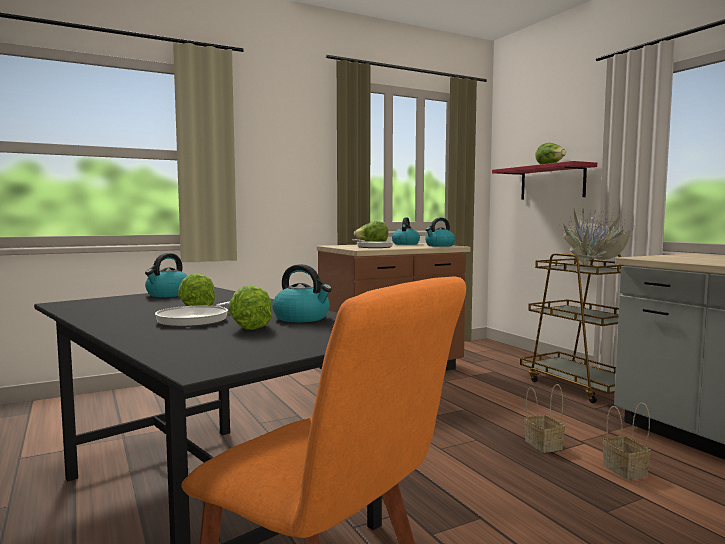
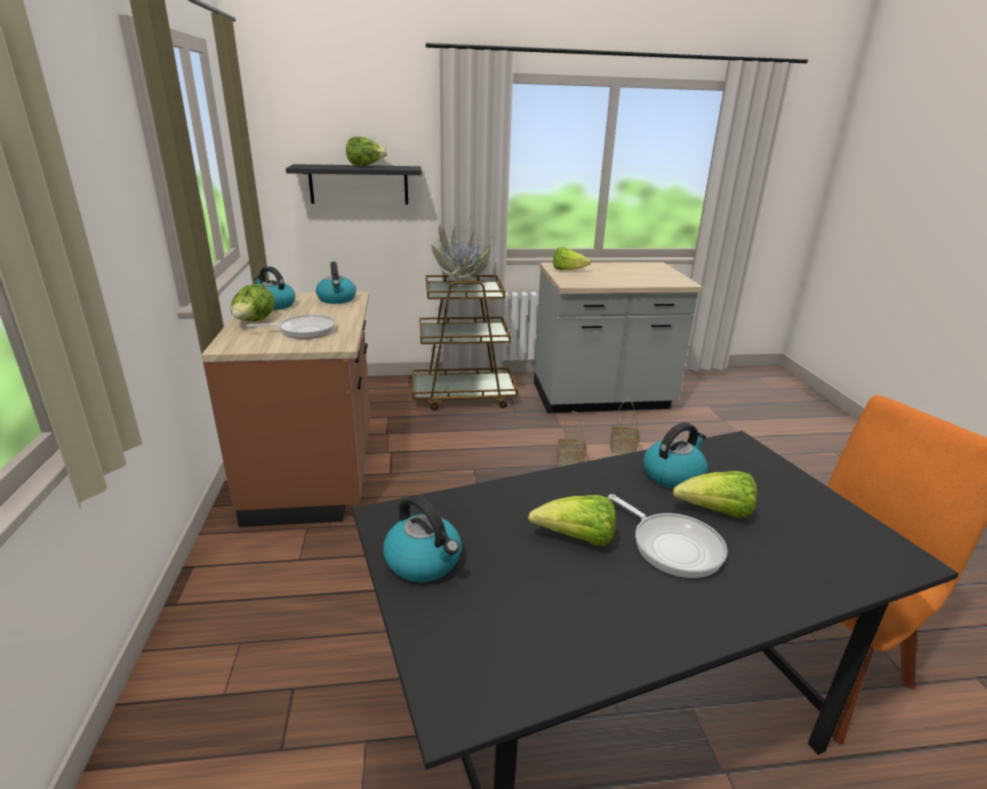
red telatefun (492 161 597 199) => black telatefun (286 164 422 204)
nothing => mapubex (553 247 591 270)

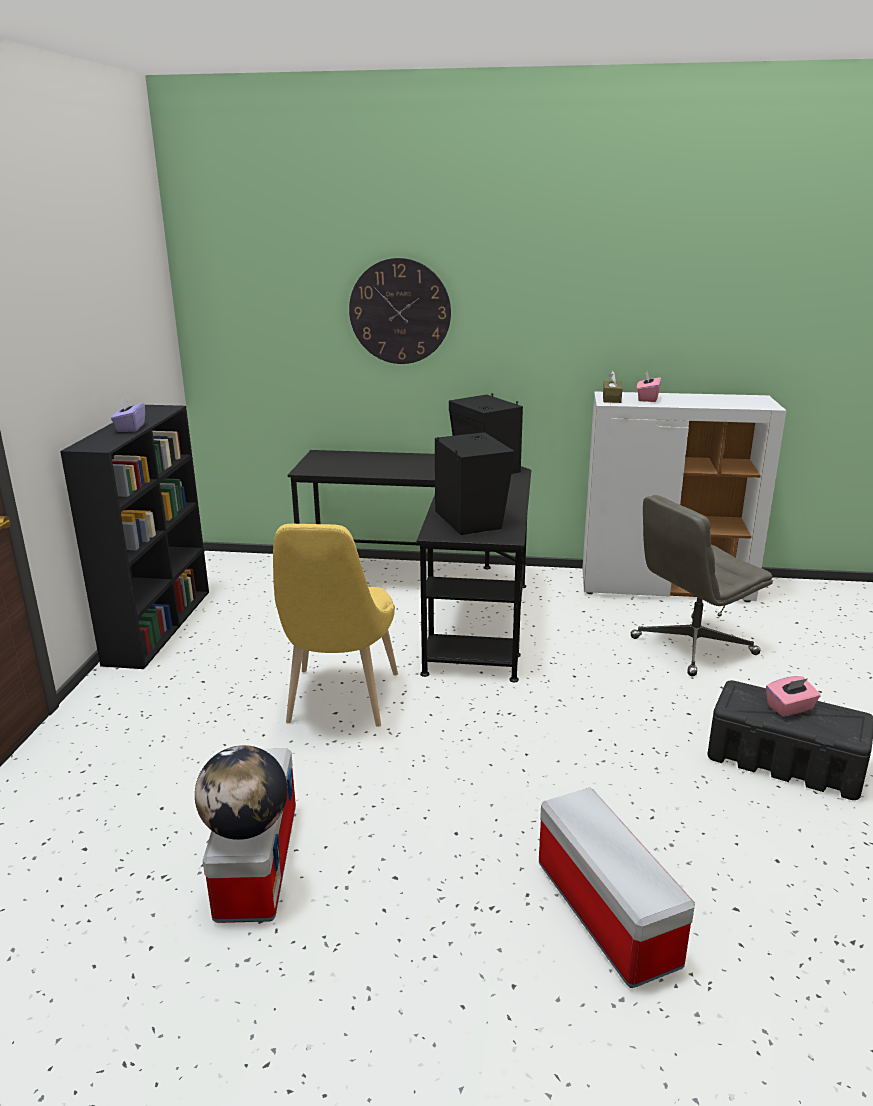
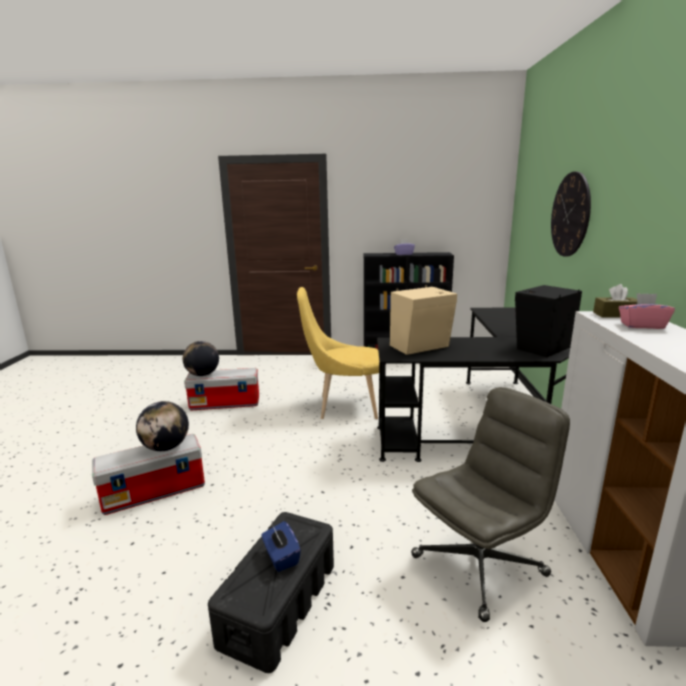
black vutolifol (435 432 514 535) => beige vutolifol (390 285 457 355)
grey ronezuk (630 495 773 676) => grey ronezuk (411 387 570 622), 90 degrees clockwise
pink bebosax (766 676 821 717) => blue bebosax (261 521 301 572)
nothing => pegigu (136 401 189 451)

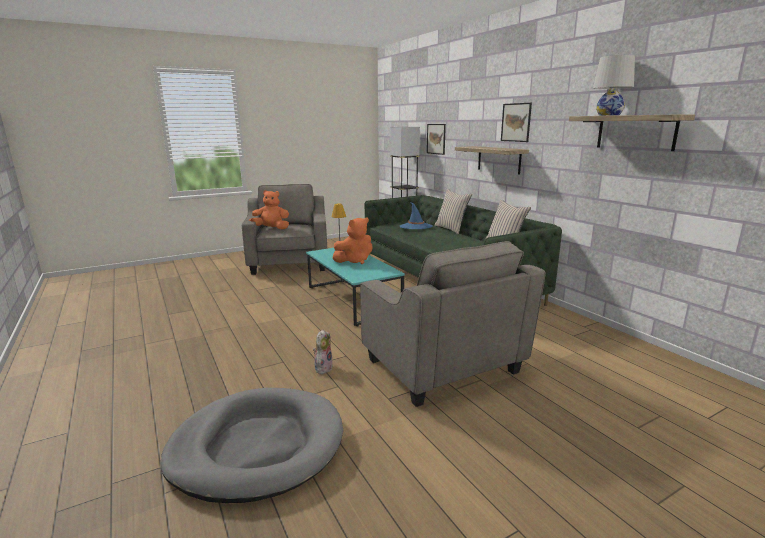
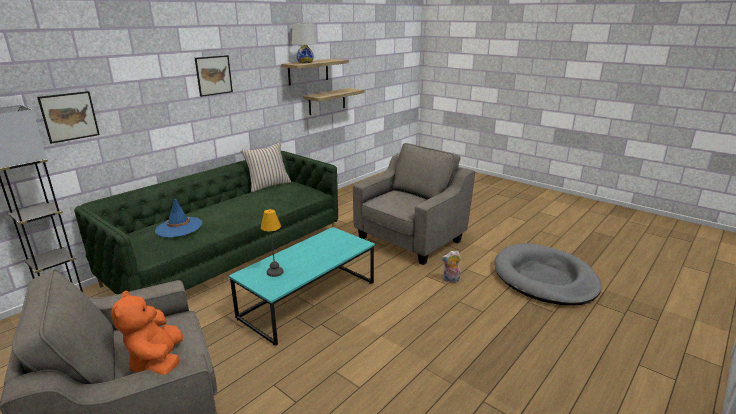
telatefun (455 146 529 175) => telatefun (303 88 365 115), moved
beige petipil (435 189 472 234) => nothing
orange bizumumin (333 217 373 264) => nothing

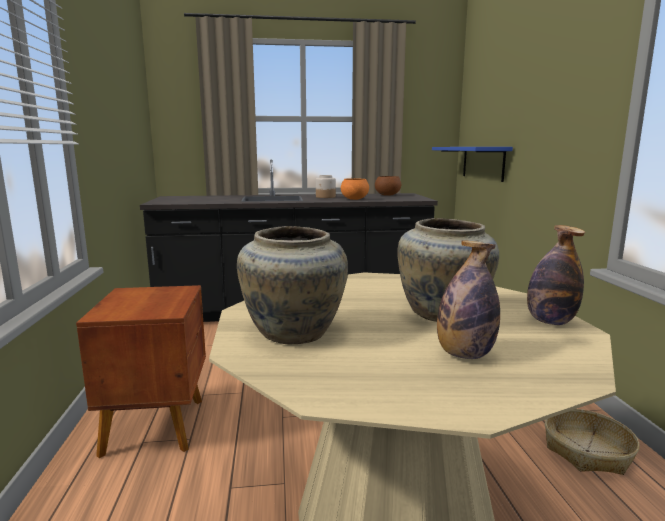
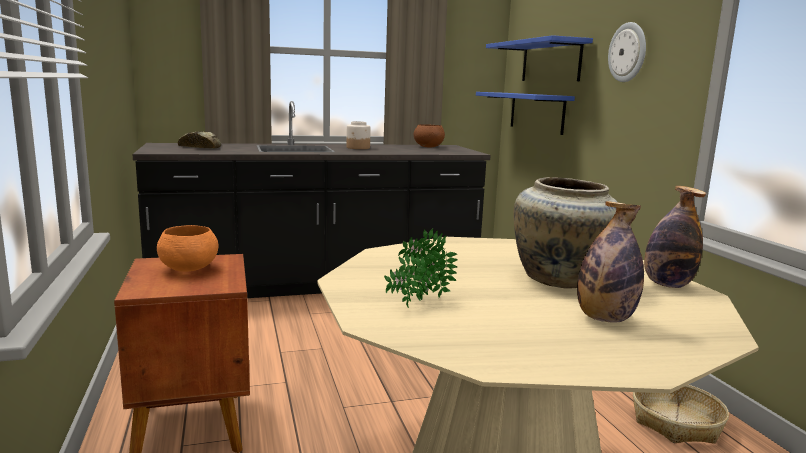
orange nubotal (341 178 369 200) => orange nubotal (157 225 218 272), moved
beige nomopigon (237 226 348 344) => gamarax (384 228 458 308)
nothing => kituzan (608 22 646 82)
nothing => blue telatefun (486 35 593 81)
nothing => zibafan (178 131 221 149)

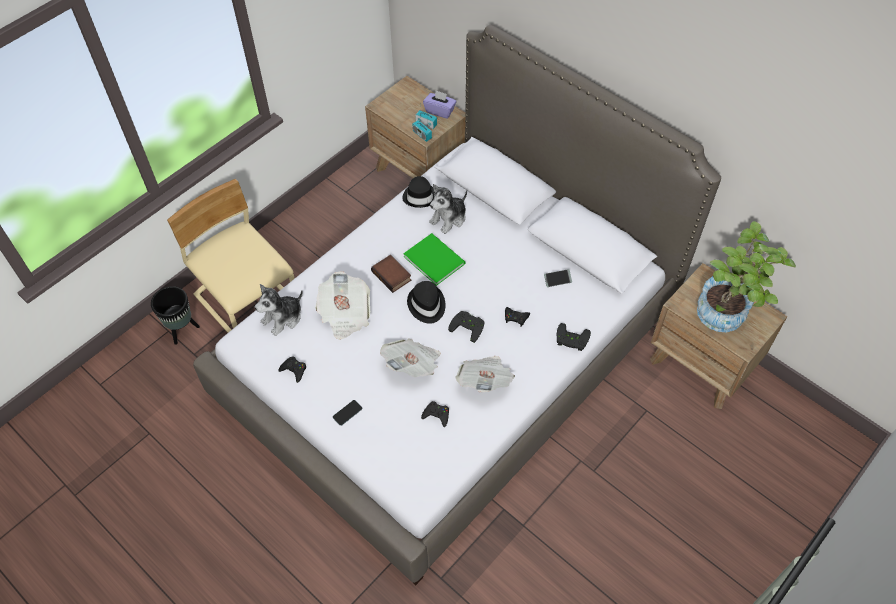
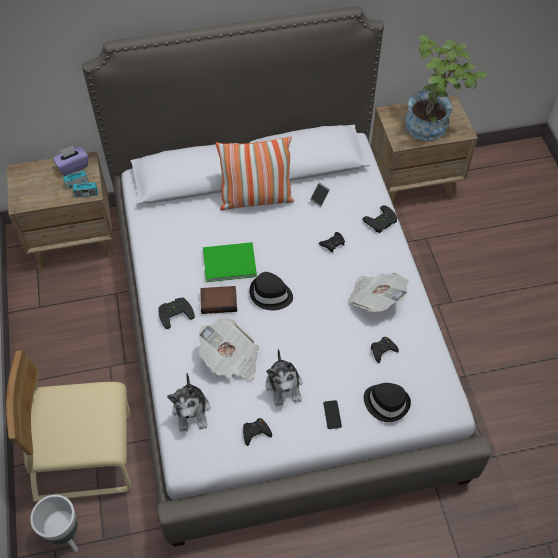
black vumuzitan (402 176 434 208) => black vumuzitan (364 383 411 422), moved
bizumumin (429 184 467 234) => bizumumin (266 349 302 406), moved
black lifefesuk (151 286 200 345) => white lifefesuk (30 495 78 552)
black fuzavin (448 311 485 343) => black fuzavin (158 297 195 329), moved
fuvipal (380 338 441 377) => nothing
nothing => petipil (215 137 294 210)

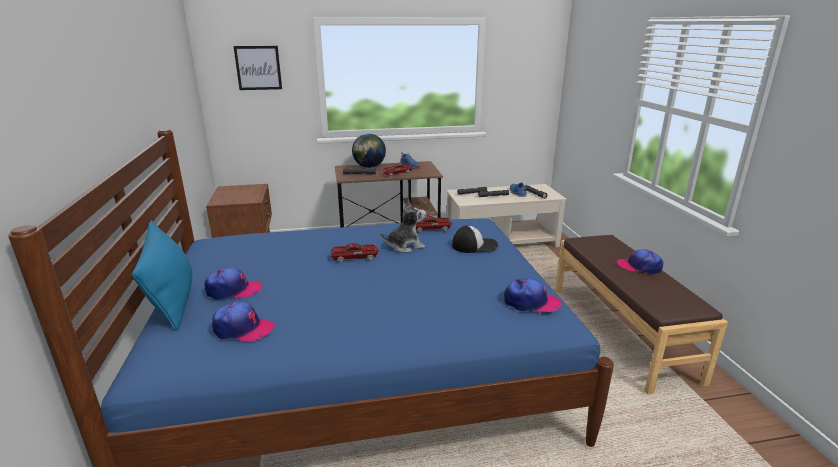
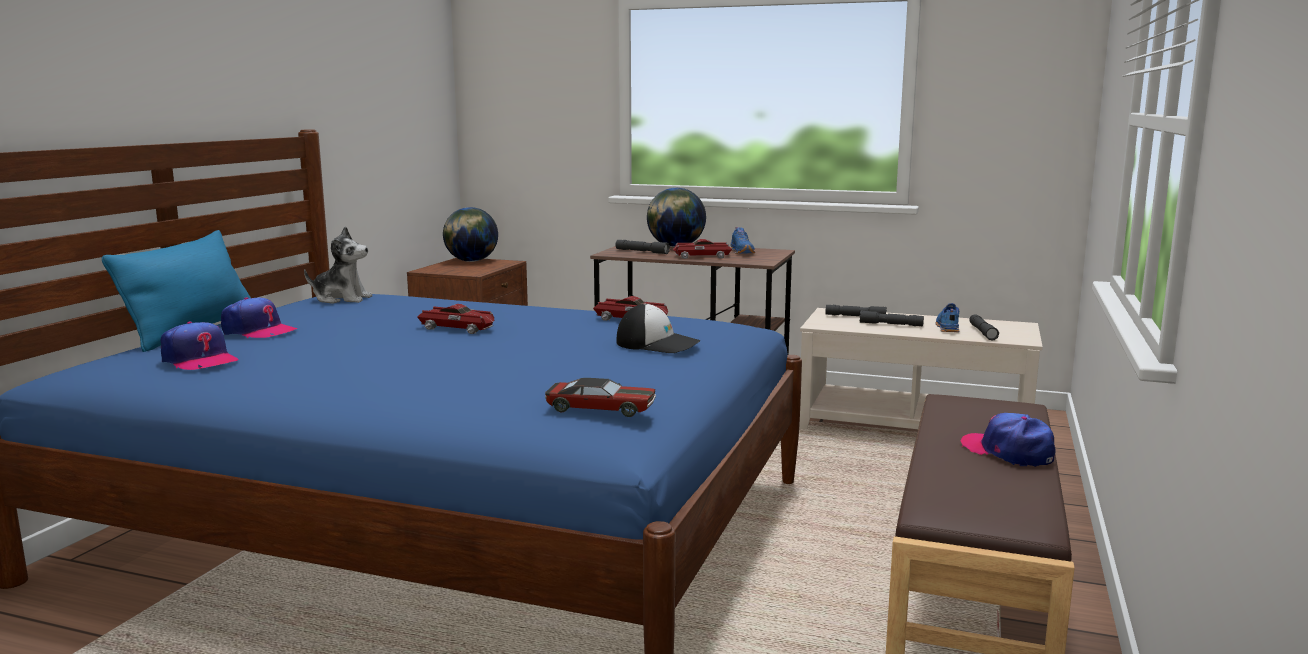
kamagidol (233 46 282 90) => nothing
bizumumin (381 199 426 253) => bizumumin (304 226 373 304), moved
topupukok (504 278 562 313) => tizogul (545 378 656 417)
nothing => pegigu (443 207 498 262)

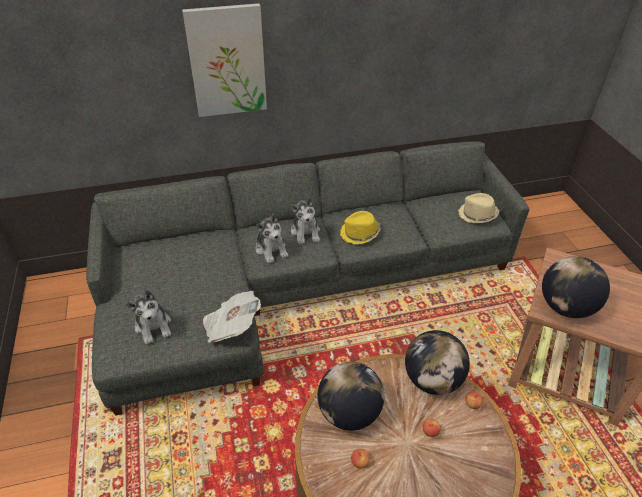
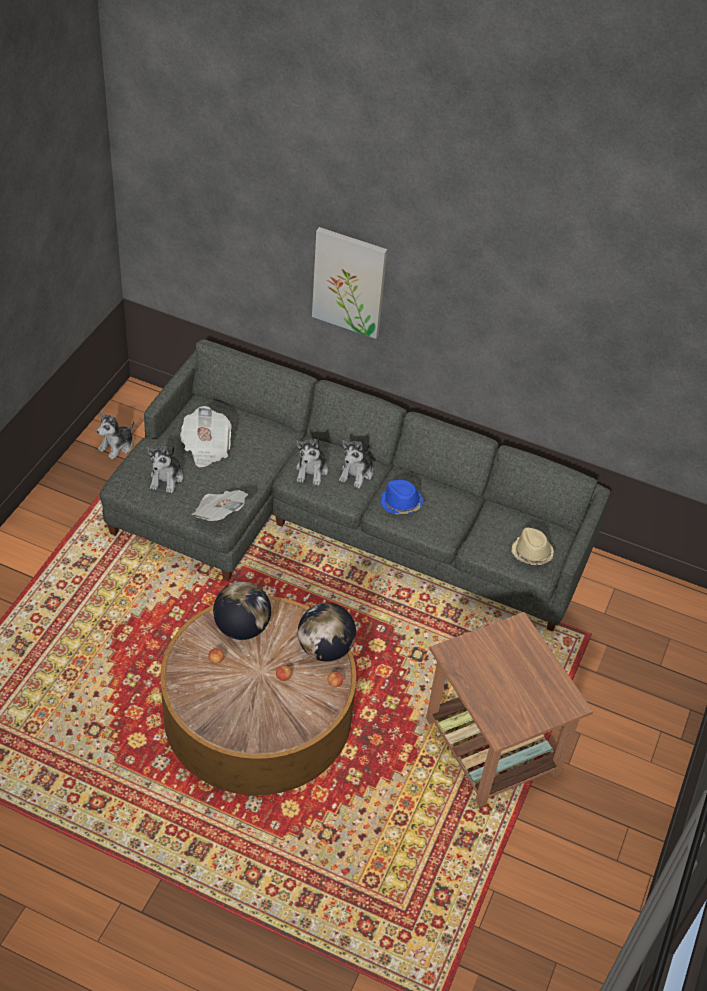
yellow vumuzitan (340 211 381 244) => blue vumuzitan (380 480 423 514)
pegigu (542 256 610 318) => nothing
nothing => fuvipal (180 406 232 468)
nothing => bizumumin (96 412 134 459)

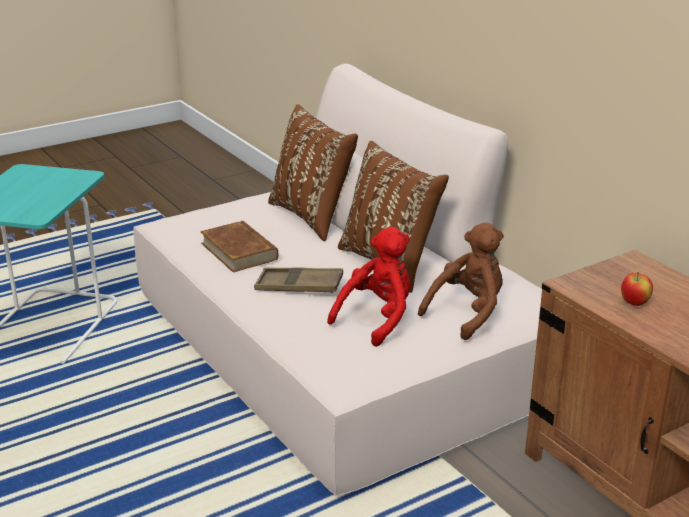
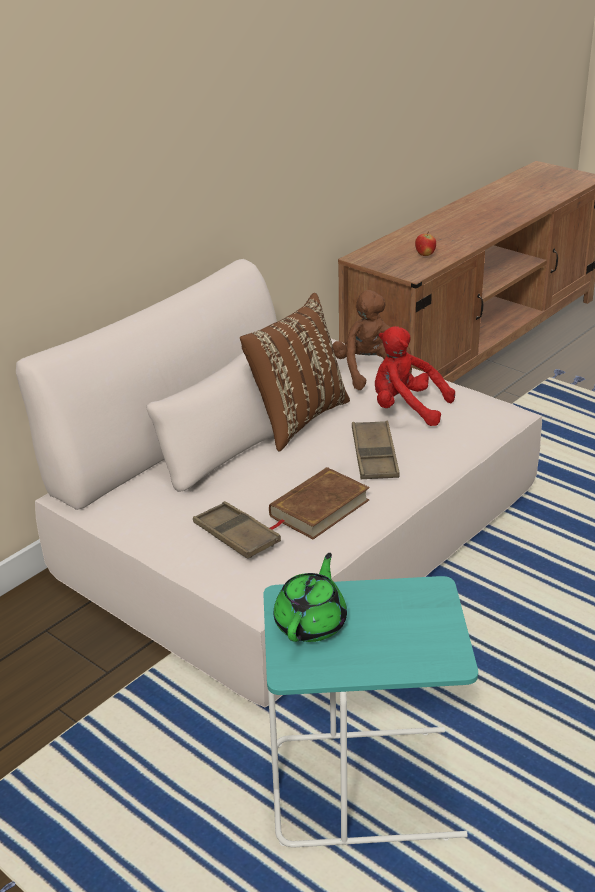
brown petipil (268 104 358 241) => nothing
brown bizumumin (418 222 504 340) => brown bizumumin (333 290 412 390), 45 degrees clockwise
nothing => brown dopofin (193 501 281 558)
nothing => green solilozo (273 553 347 642)

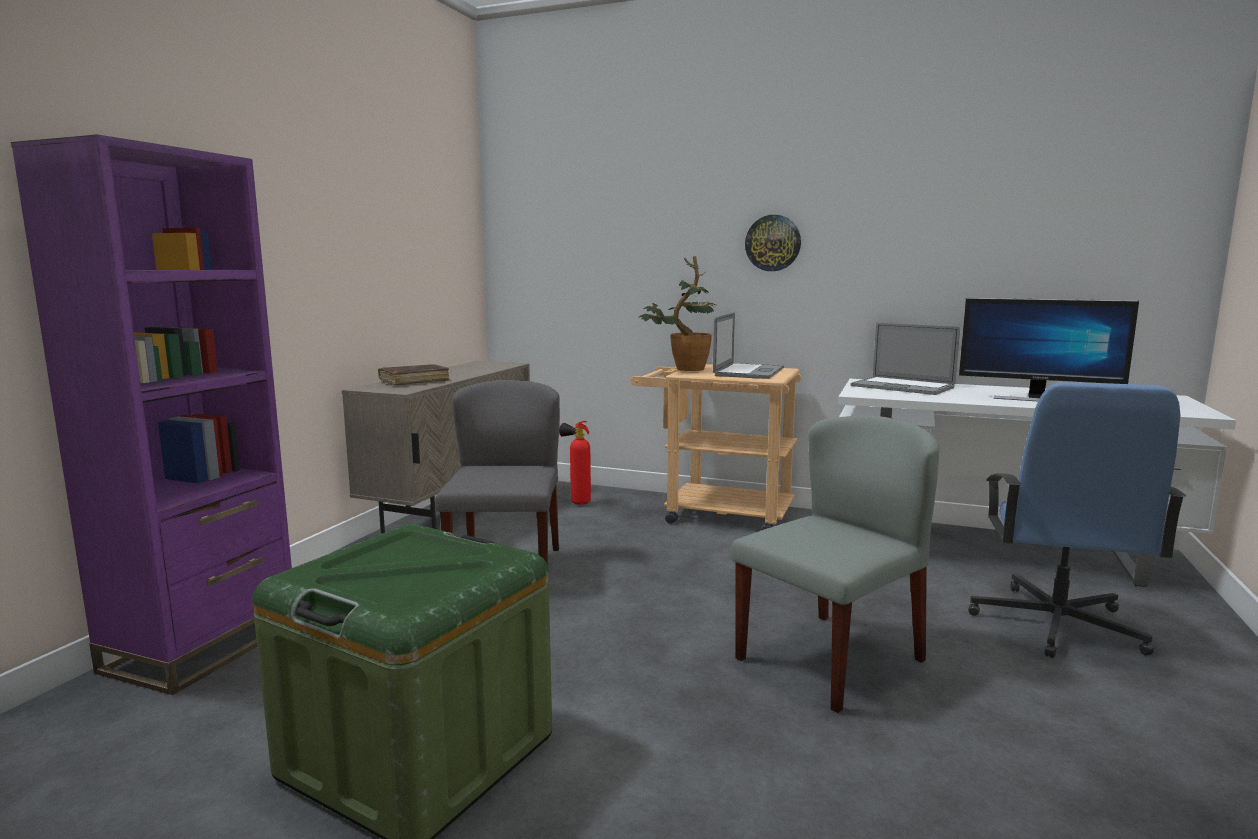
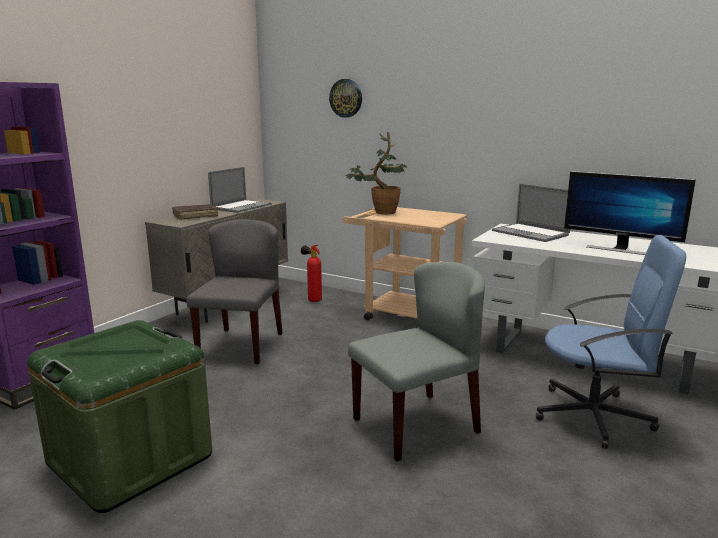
kituzan (745 215 801 271) => kituzan (329 79 362 118), moved
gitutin (713 312 784 379) => gitutin (208 167 272 213), moved
blue ronezuk (968 382 1186 658) => blue ronezuk (536 235 686 449), 105 degrees counterclockwise

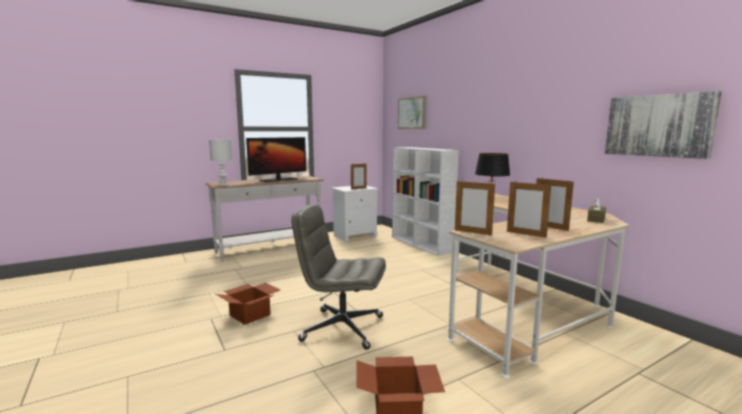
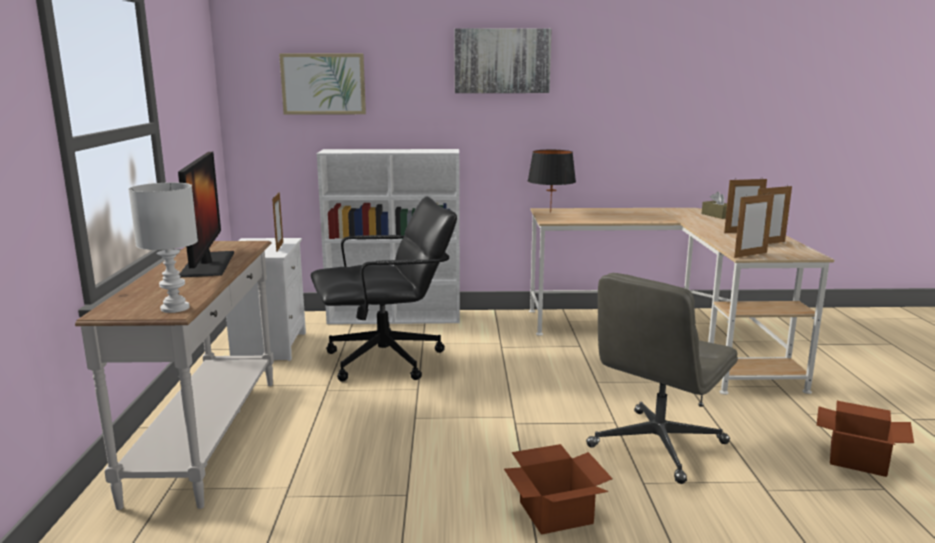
kamagidol (605 91 722 159) => kamagidol (454 28 552 93), moved
nothing => black ronezuk (311 197 457 382)

